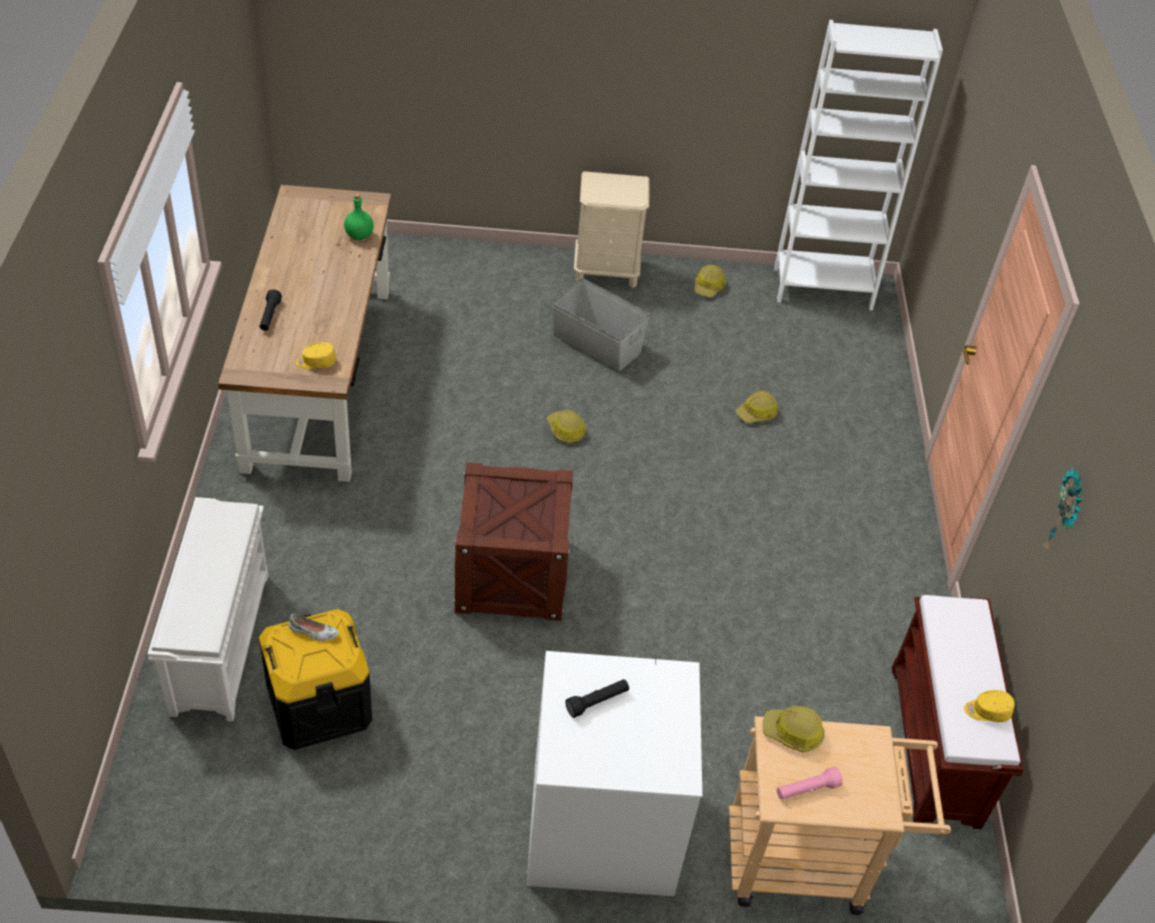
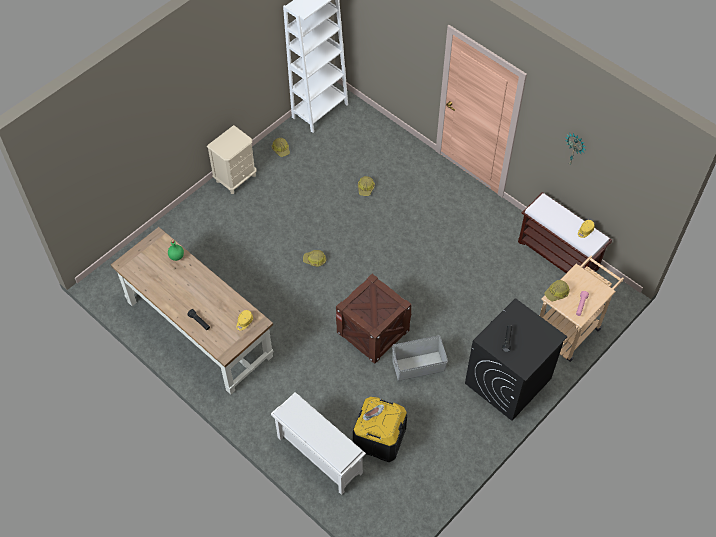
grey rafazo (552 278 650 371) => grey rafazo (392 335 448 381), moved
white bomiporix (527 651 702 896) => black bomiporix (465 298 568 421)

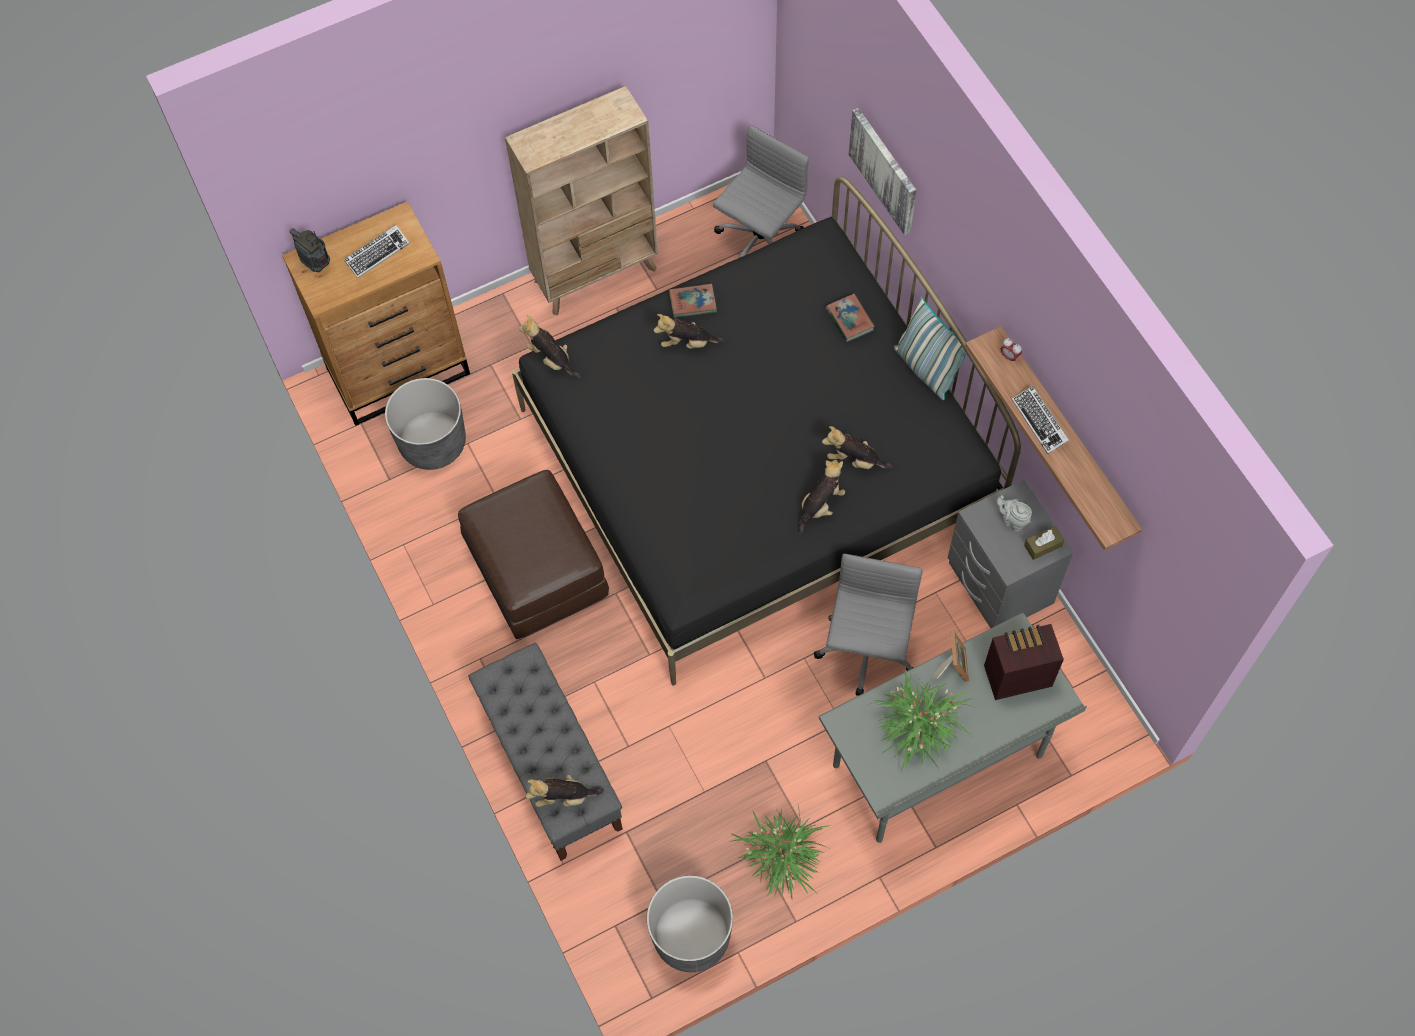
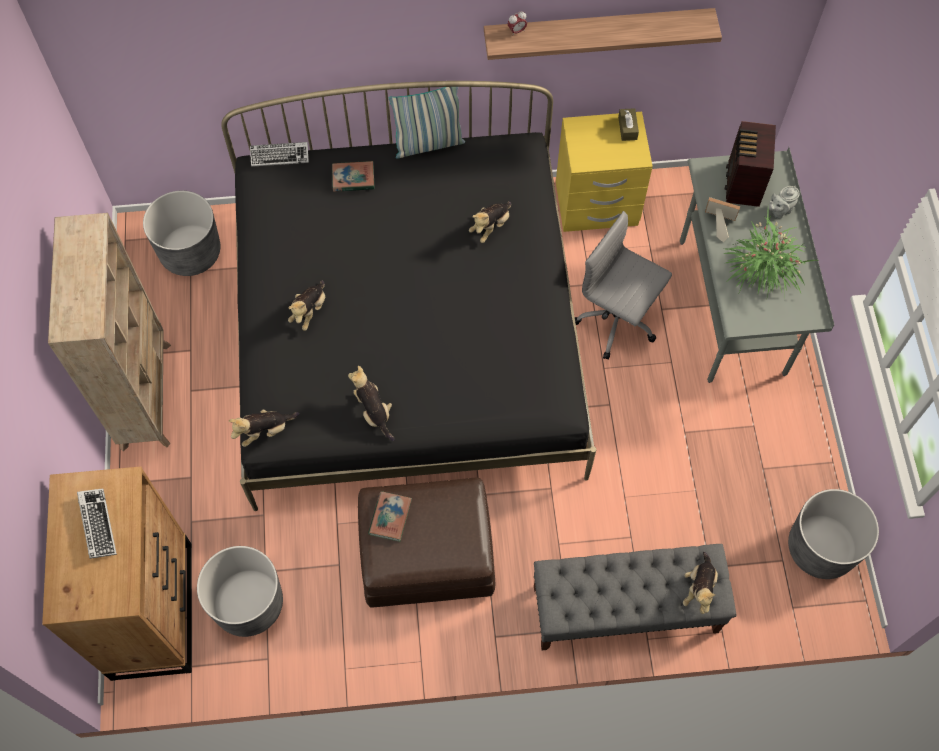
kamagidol (849 108 916 235) => nothing
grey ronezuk (713 125 809 258) => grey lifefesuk (143 191 220 276)
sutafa (290 228 330 272) => nothing
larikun (669 284 717 318) => larikun (368 491 412 542), moved
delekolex (1012 385 1069 454) => delekolex (250 142 309 167), moved
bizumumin (799 460 845 534) => bizumumin (348 366 395 441), moved
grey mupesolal (948 480 1073 628) => yellow mupesolal (556 112 653 232)
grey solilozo (996 495 1032 532) => grey solilozo (768 186 800 219), moved
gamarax (729 806 831 899) => nothing

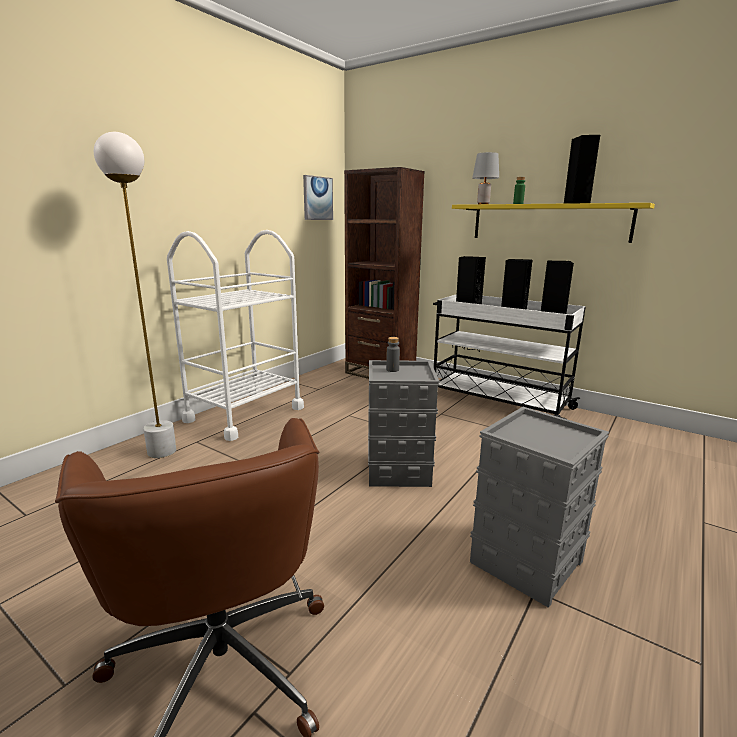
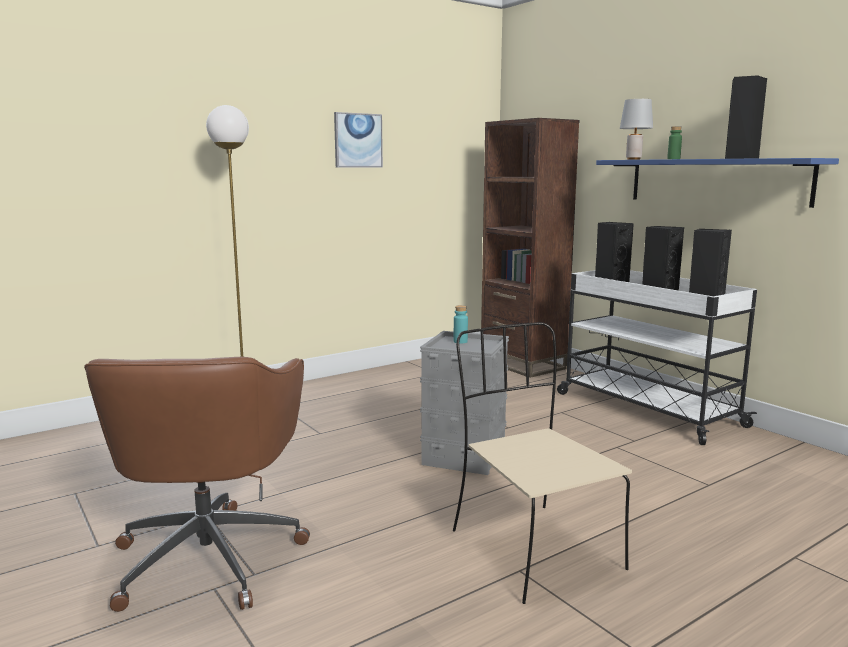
kamagidol (303 175 333 220) => kamagidol (334 112 383 168), moved
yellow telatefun (452 203 655 243) => blue telatefun (596 158 839 208)
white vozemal (167 230 304 441) => nothing
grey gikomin (386 337 400 372) => turquoise gikomin (454 305 468 344)
grey rafazo (470 407 609 608) => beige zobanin (453 322 632 604)

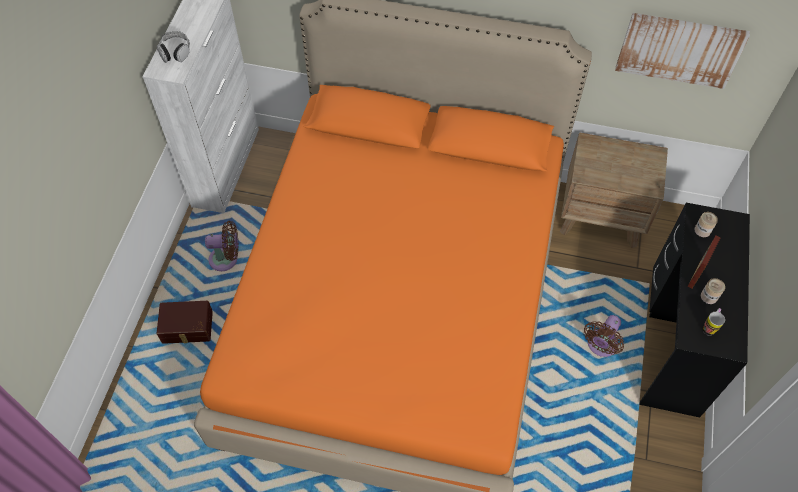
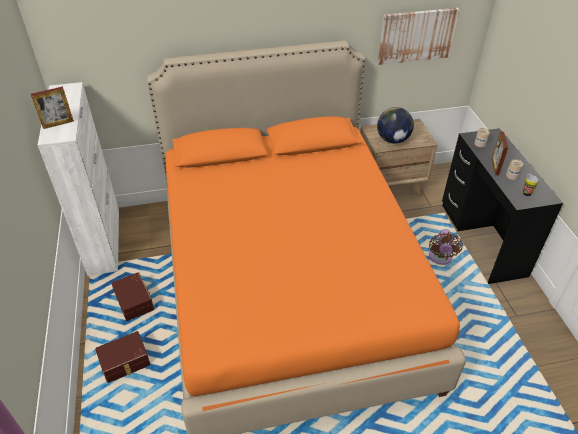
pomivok (157 31 190 63) => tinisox (31 87 74 129)
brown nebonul (205 221 239 271) => brown rafazo (111 272 154 321)
nothing => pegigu (377 107 414 144)

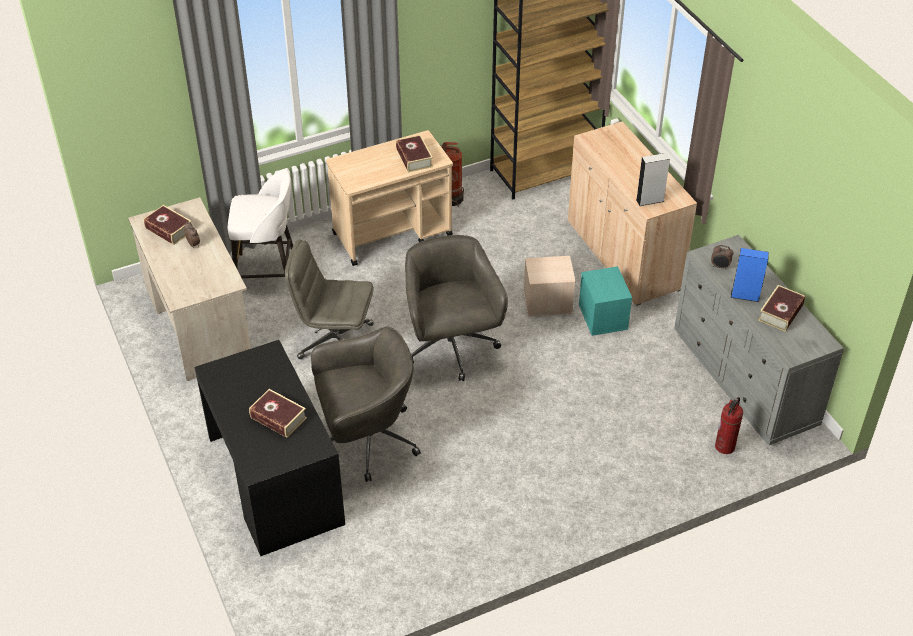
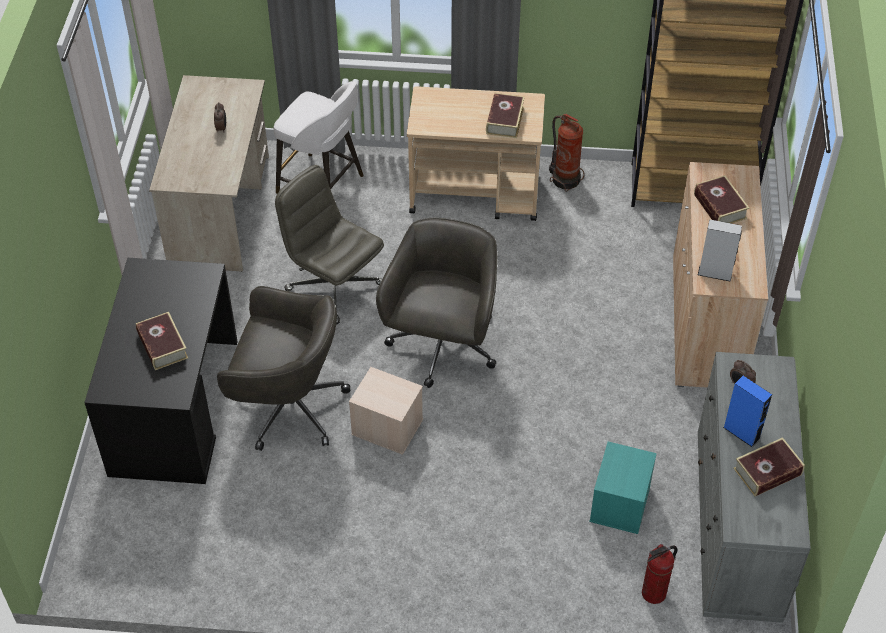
larikun (143 205 192 245) => larikun (694 175 749 224), moved
beige rafazo (523 256 576 316) => beige rafazo (349 367 423 455), moved
turquoise rafazo (579 266 632 336) => turquoise rafazo (590 441 657 534), moved

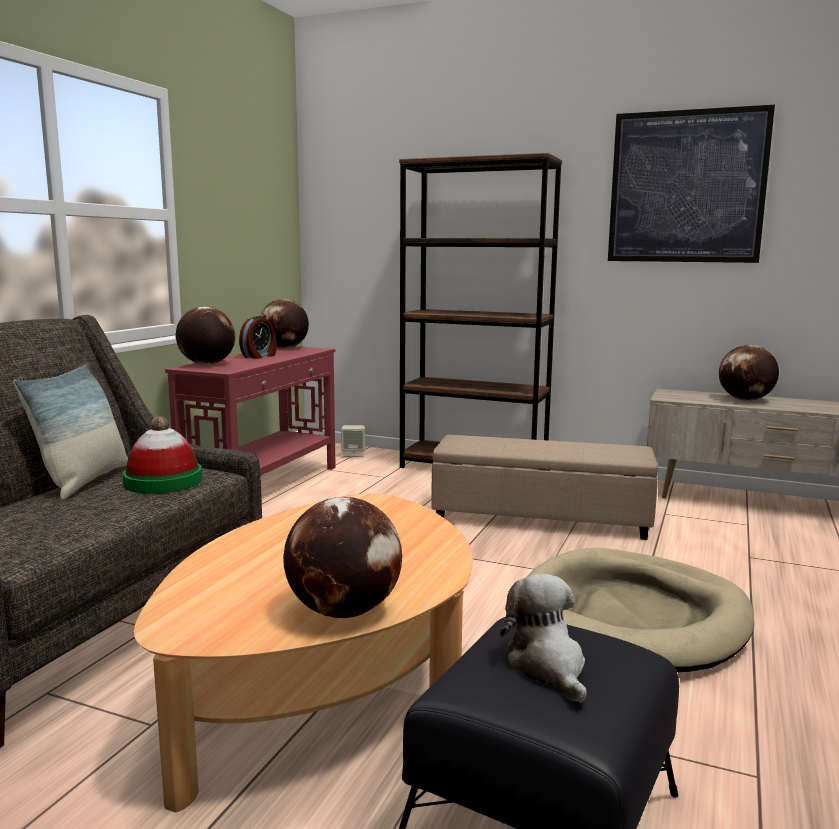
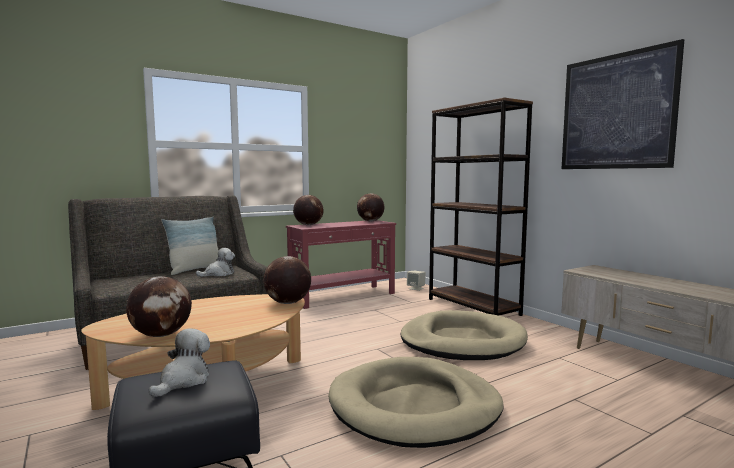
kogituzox (239 316 277 359) => nothing
pegigu (719 345 779 401) => pegigu (263 256 311 304), moved
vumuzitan (123 416 202 494) => bizumumin (196 248 235 277)
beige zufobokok (431 435 659 540) => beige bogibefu (400 310 528 360)

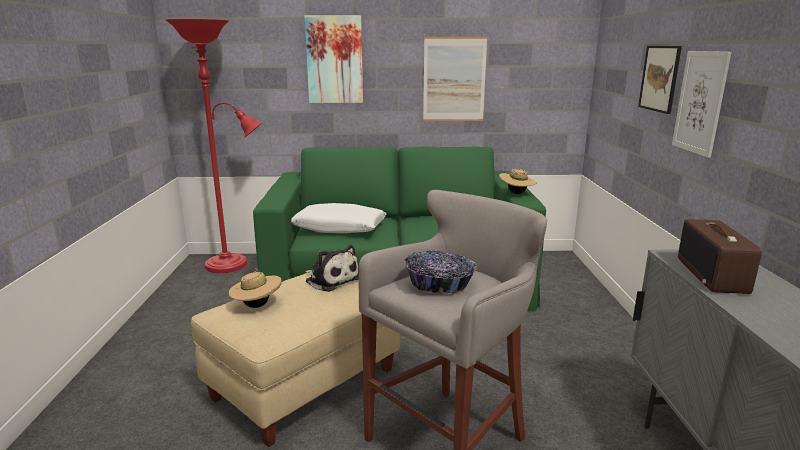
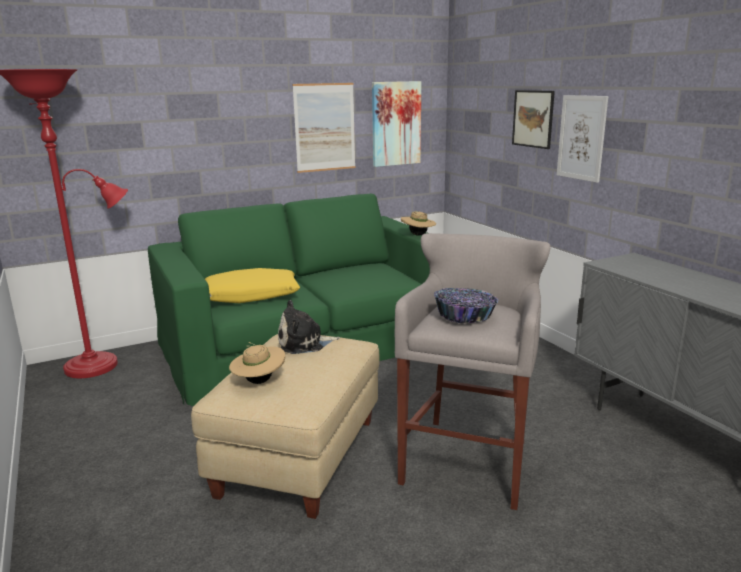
kamagidol (304 15 363 103) => kamagidol (372 81 421 167), moved
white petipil (291 203 386 233) => yellow petipil (205 268 300 303)
sutafa (678 219 762 294) => nothing
bizumumin (305 245 359 292) => bizumumin (278 300 340 354), 150 degrees clockwise

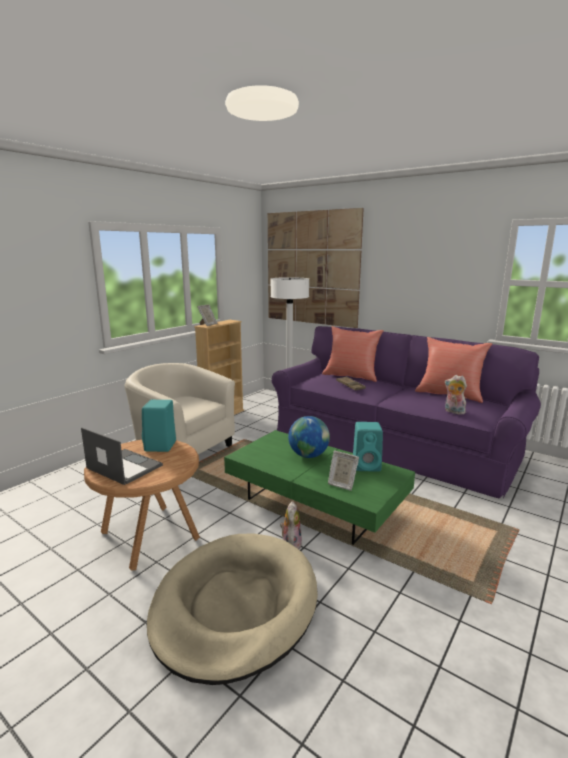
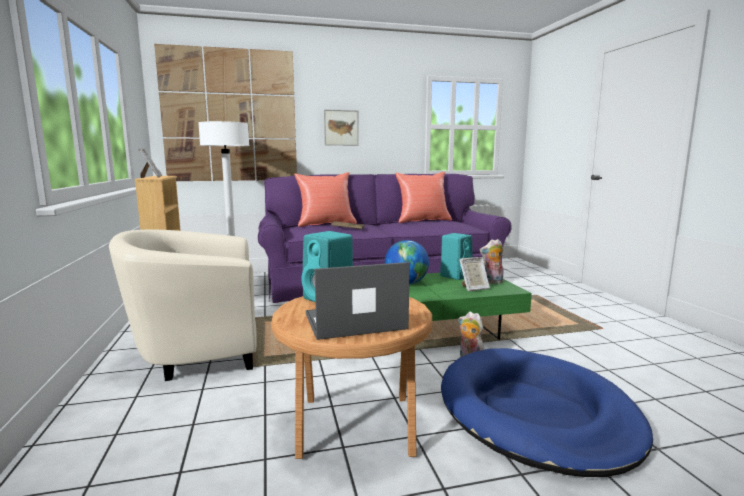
bizumumin (445 375 467 414) => bizumumin (480 239 504 284), moved
beige bogibefu (147 533 318 685) => blue bogibefu (441 348 653 477)
nothing => kamagidol (324 110 359 146)

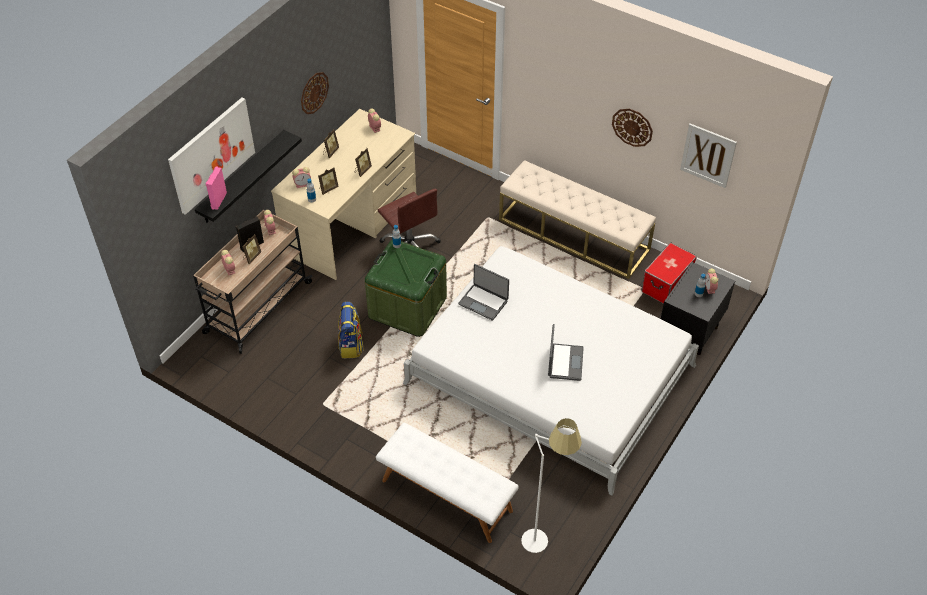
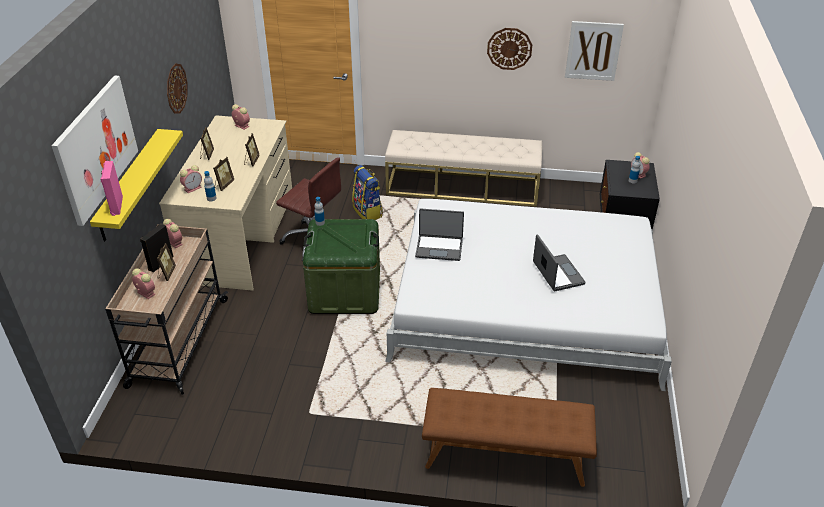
black telatefun (195 130 302 223) => yellow telatefun (90 129 183 241)
rafazo (641 242 697 304) => nothing
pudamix (338 301 363 358) => pudamix (352 165 383 220), moved
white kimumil (521 418 582 553) => nothing
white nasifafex (376 423 518 543) => brown nasifafex (422 388 597 487)

